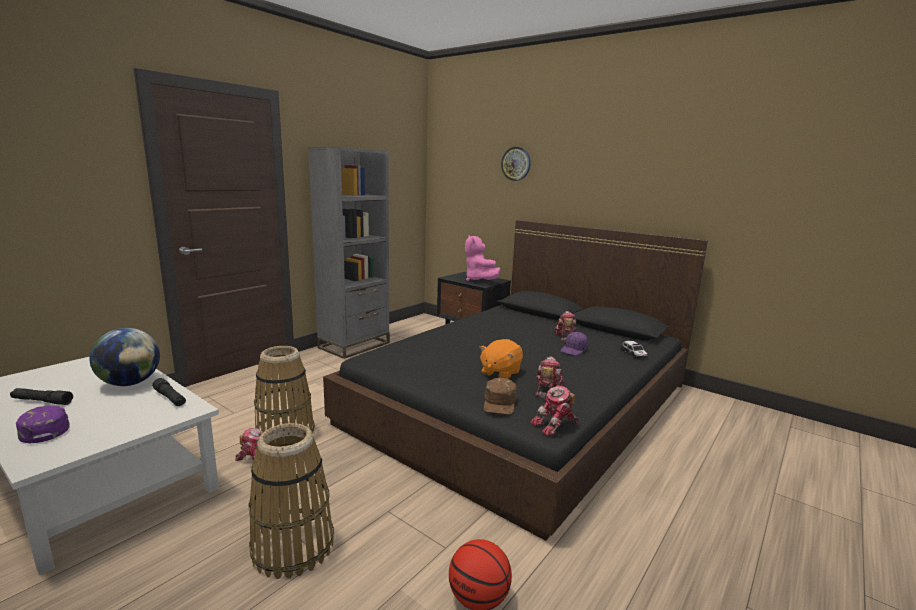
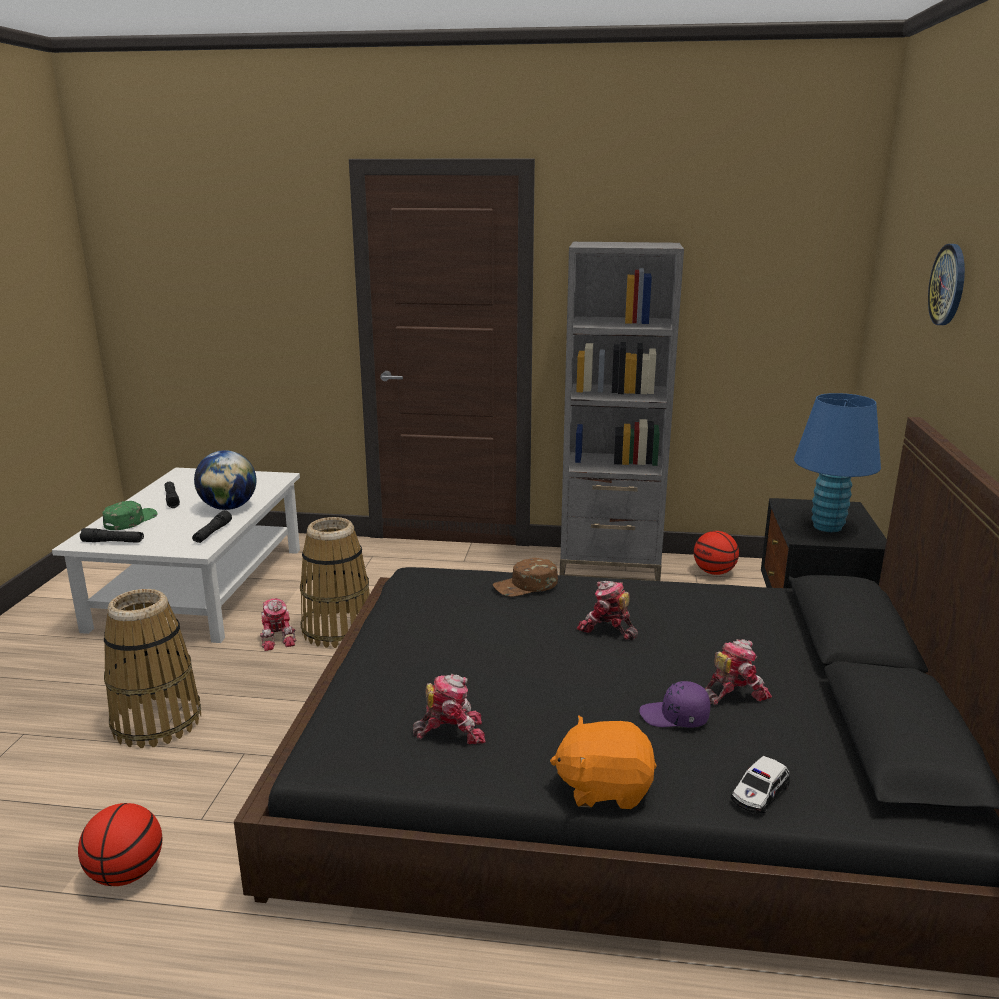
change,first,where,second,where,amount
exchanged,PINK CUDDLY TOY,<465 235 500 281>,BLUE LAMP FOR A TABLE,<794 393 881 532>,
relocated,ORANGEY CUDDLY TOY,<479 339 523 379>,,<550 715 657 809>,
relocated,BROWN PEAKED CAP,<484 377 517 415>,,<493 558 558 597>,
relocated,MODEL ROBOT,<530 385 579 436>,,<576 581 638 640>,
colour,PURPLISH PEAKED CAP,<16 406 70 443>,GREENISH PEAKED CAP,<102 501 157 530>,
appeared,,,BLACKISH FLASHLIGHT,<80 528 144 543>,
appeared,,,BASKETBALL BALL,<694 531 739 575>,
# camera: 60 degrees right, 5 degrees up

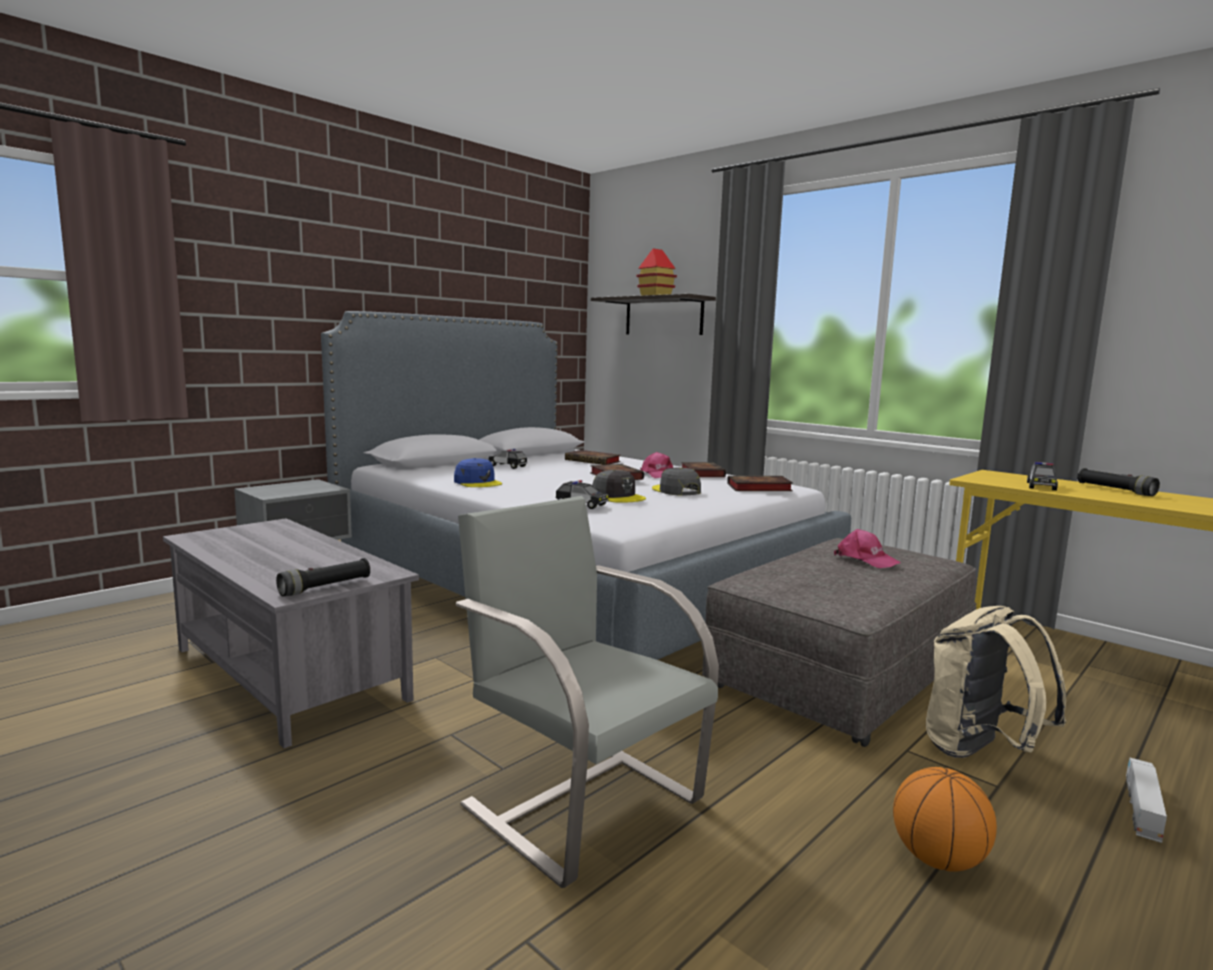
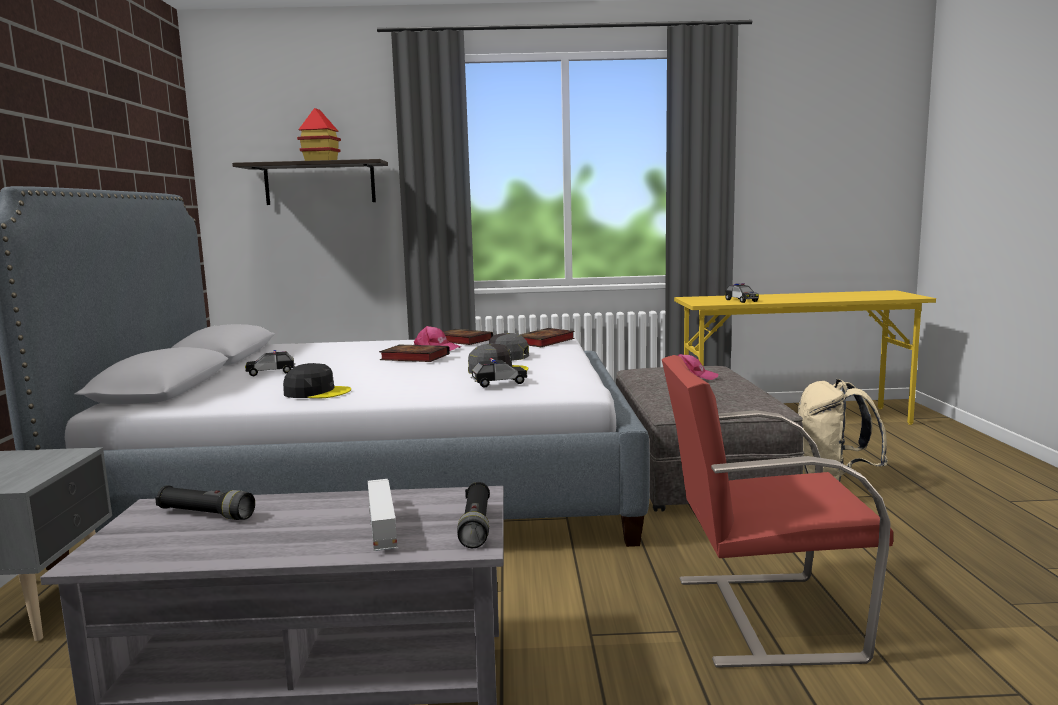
change,first,where,second,where,amount
missing,BOUND BOOK,<565 450 621 465>,,,
colour,BLUE PEAKED CAP,<454 458 502 487>,BLACKISH PEAKED CAP,<283 363 351 398>,
relocated,BLACKISH FLASHLIGHT,<1077 468 1160 496>,,<155 485 255 520>,
colour,GREYISH PLAIN CHAIR,<456 496 719 888>,REDDISH PLAIN CHAIR,<662 355 893 668>,
relocated,TOY TRUCK,<1126 758 1167 843>,,<368 479 397 551>,
missing,BASKETBALL BALL,<893 767 997 872>,,,
# camera: 45 degrees left, 0 degrees up

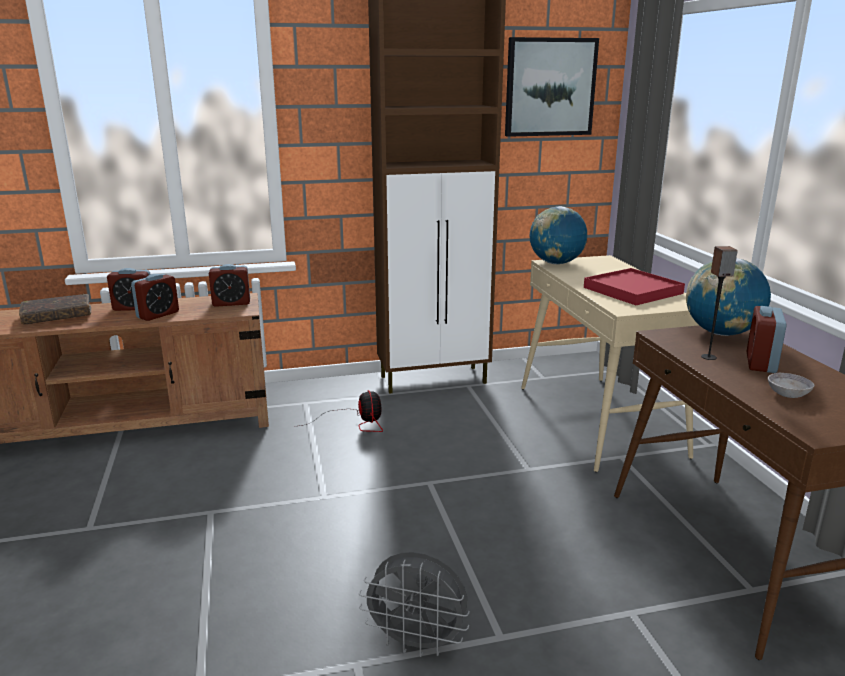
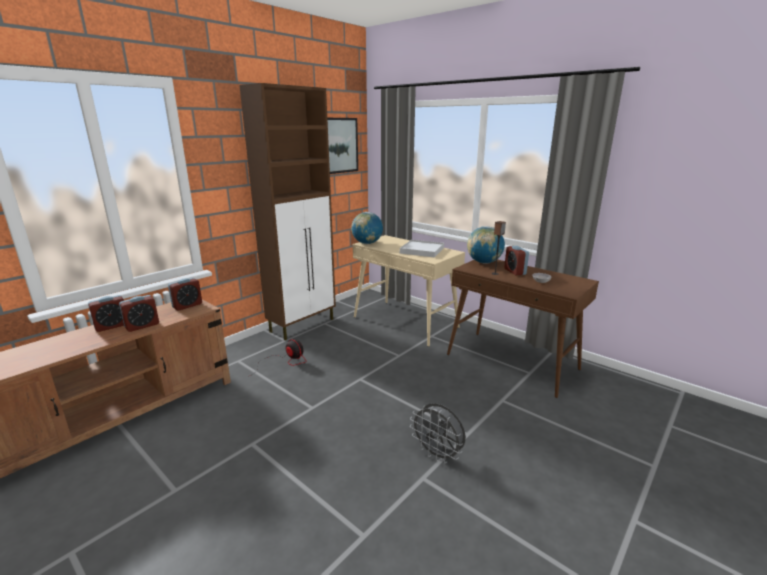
change,first,where,second,where,amount
colour,REDDISH CARRYING TRAY,<584 268 685 305>,WHITE-COLOURED CARRYING TRAY,<400 240 444 257>,
spun,ALARM CLOCK,<131 274 179 321>,,<119 295 159 332>,45 degrees clockwise
missing,BROWN BOUND BOOK,<19 294 91 324>,,,
spun,GREYISH ELECTRIC FAN,<359 552 470 657>,,<410 403 466 463>,60 degrees clockwise
# camera: 35 degrees left, 0 degrees up

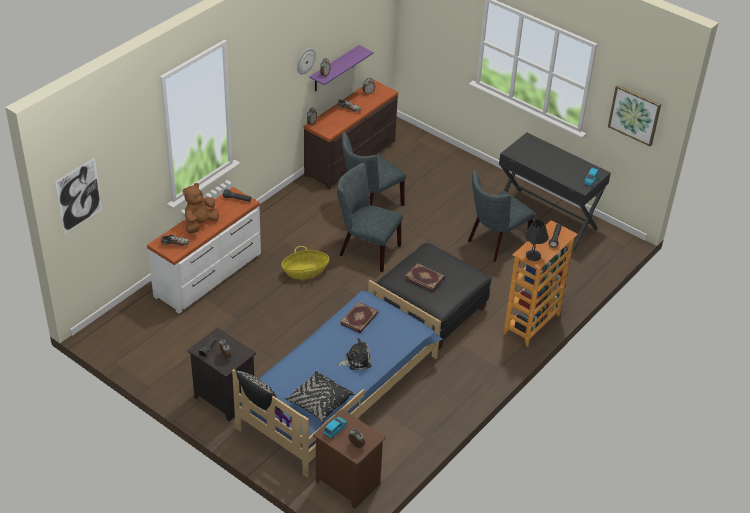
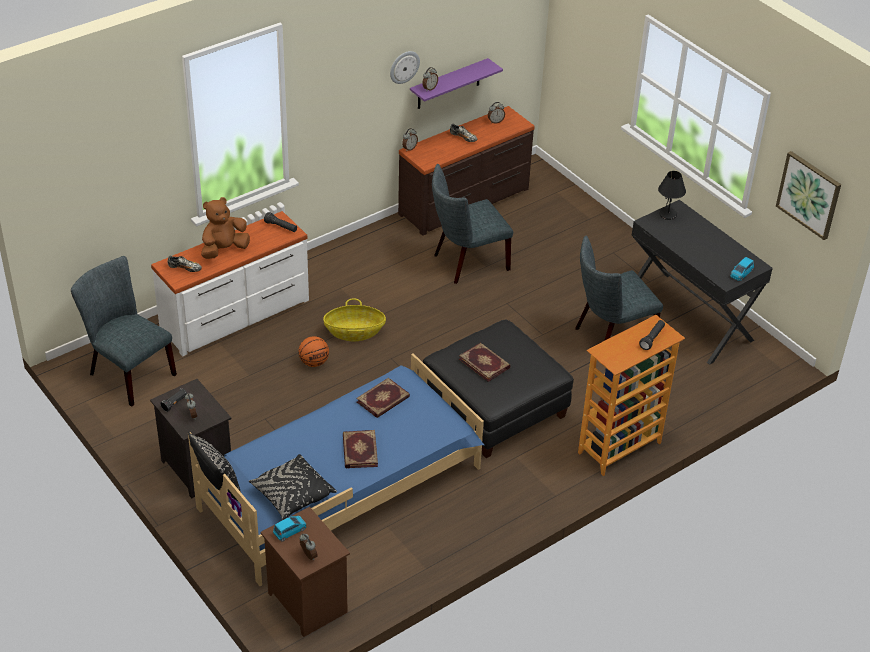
change,first,where,second,where,amount
missing,WALL PICTURE,<55 158 102 234>,,,
relocated,GREYISH PLAIN CHAIR,<337 162 403 272>,,<71 256 177 407>,
relocated,BLACKISH LAMP FOR A TABLE,<525 220 549 261>,,<658 171 686 220>,
exchanged,CUDDLY TOY,<338 338 371 370>,BOUND BOOK,<343 430 378 468>,
appeared,,,BASKETBALL BALL,<299 336 329 367>,
# camera: 15 degrees right, 0 degrees up

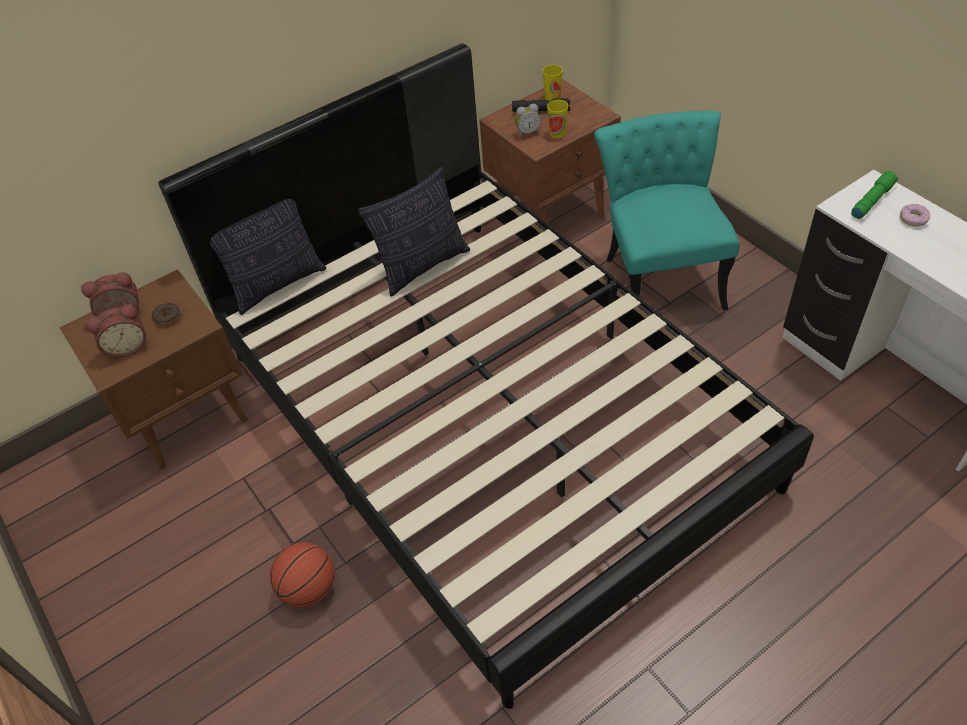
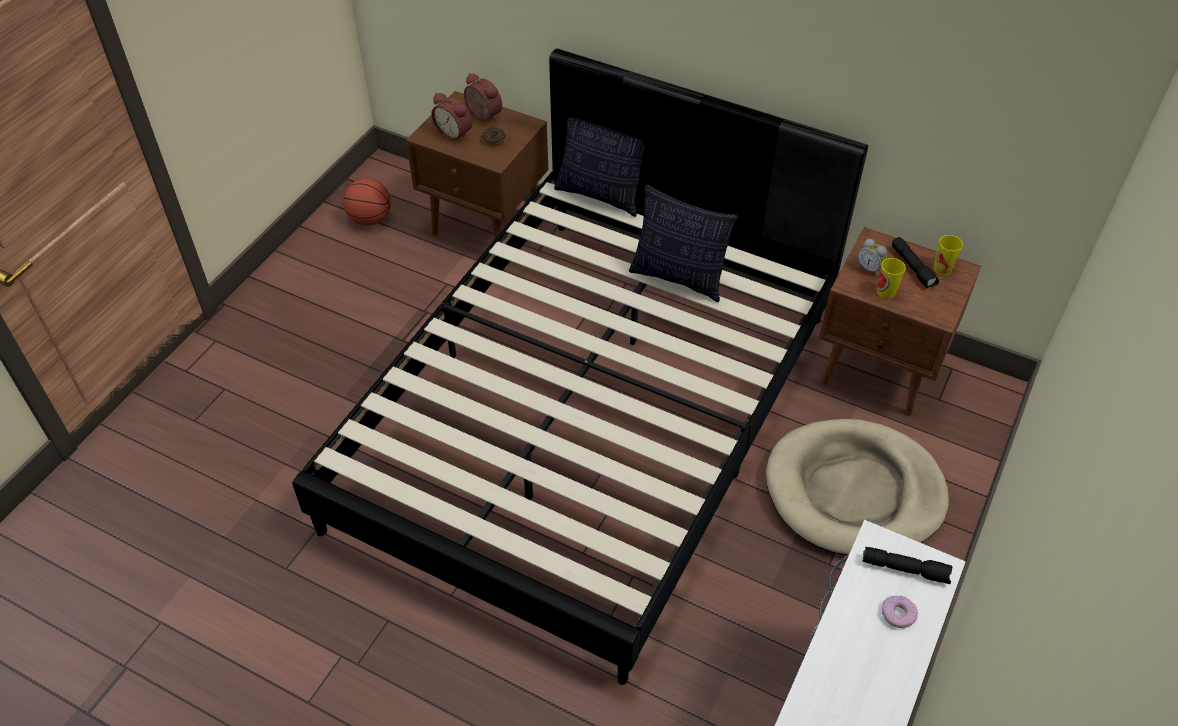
change,first,where,second,where,amount
exchanged,TURQUOISE-COLOURED PLAIN CHAIR,<594 111 740 310>,SAND-COLOURED DOG BED,<766 419 949 556>,
colour,GREENISH FLASHLIGHT,<851 171 898 219>,BLACKISH FLASHLIGHT,<862 547 953 584>,
relocated,BASKETBALL BALL,<270 542 335 607>,,<343 178 391 226>,
# camera: 60 degrees right, 0 degrees up

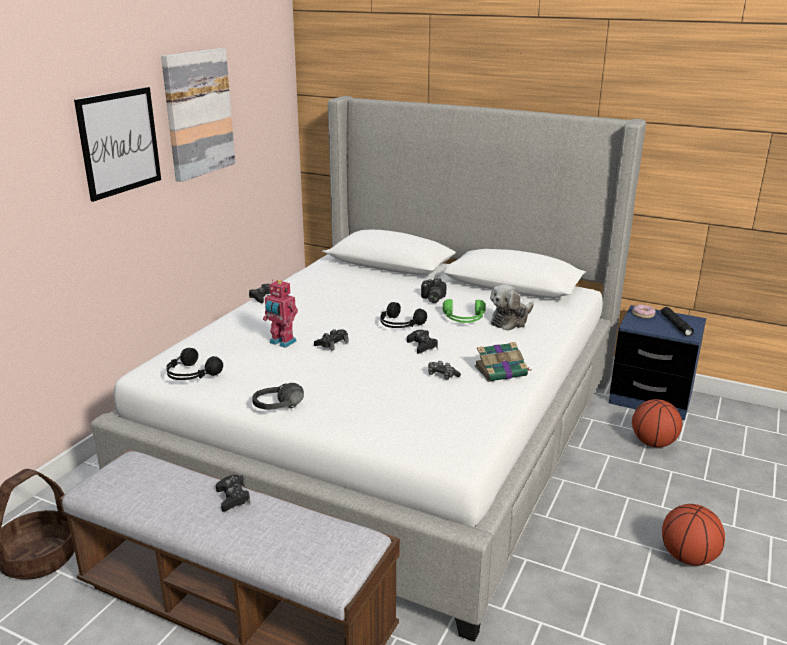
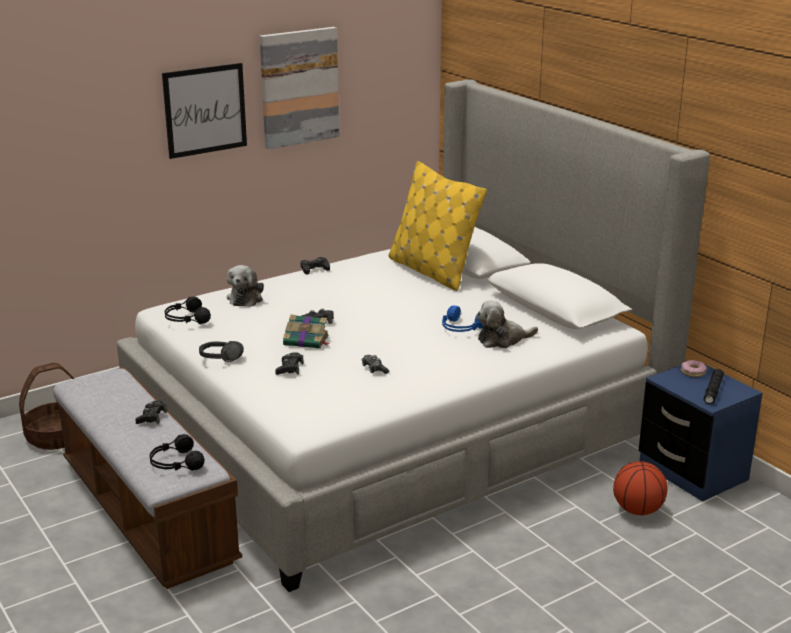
change,first,where,second,where,amount
missing,STILL CAMERA,<421 277 447 303>,,,
missing,MODEL ROBOT,<263 279 298 348>,,,
colour,GREENISH PAIR OF HEADPHONES,<443 299 486 323>,BLUE PAIR OF HEADPHONES,<442 305 483 332>,
relocated,BLACKISH PAIR OF HEADPHONES,<380 302 427 328>,,<150 434 205 471>,
relocated,BLACKISH JOYPAD,<407 330 438 354>,,<275 352 304 375>,
relocated,BOUND BOOK,<475 342 531 382>,,<283 315 329 349>,
missing,BASKETBALL BALL,<662 504 725 566>,,,
appeared,,,YELLOW PILLOW,<388 161 487 291>,
appeared,,,CUDDLY TOY,<227 265 264 307>,
# camera: 30 degrees right, 0 degrees up

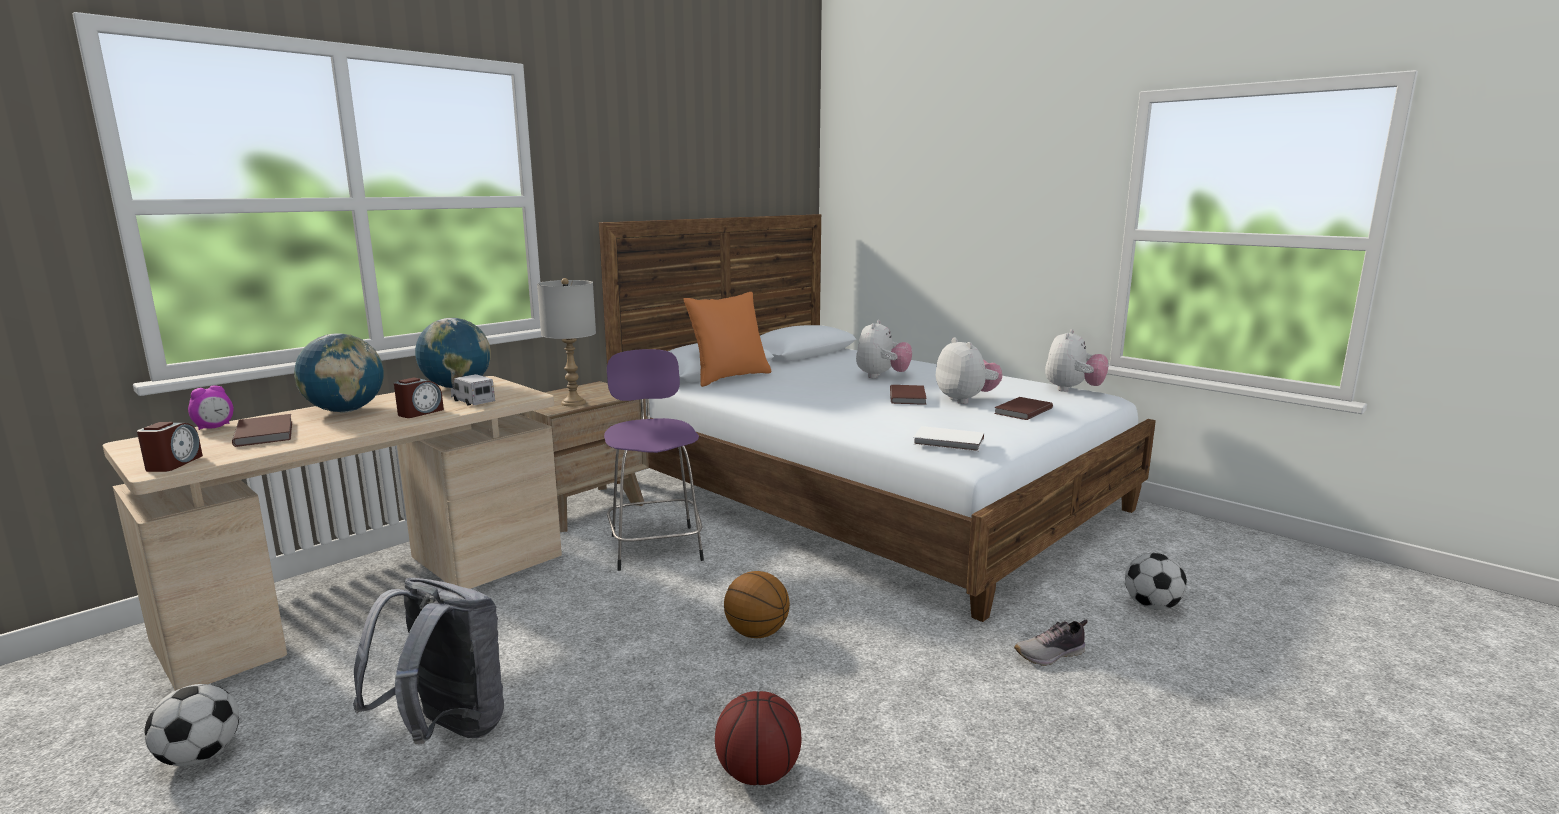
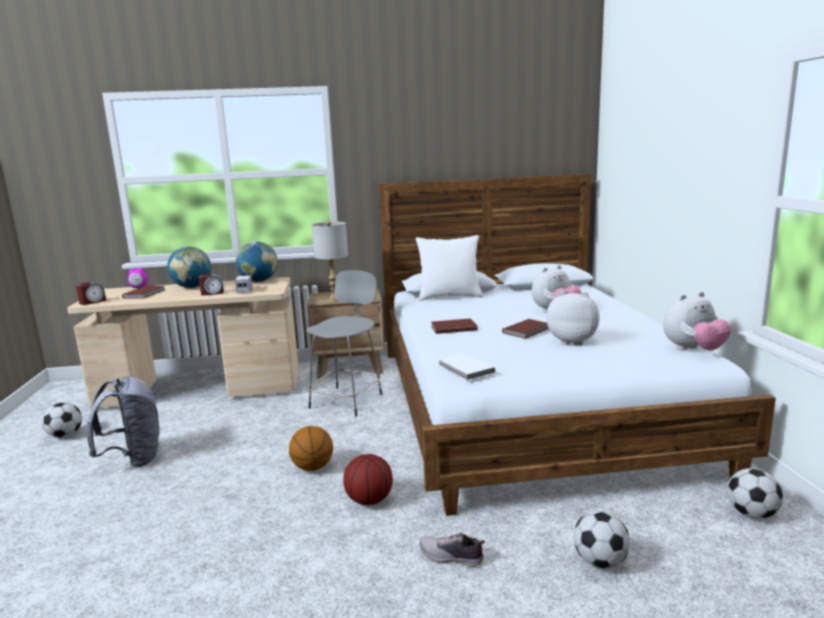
change,first,where,second,where,amount
colour,ORANGEY PILLOW,<683 292 771 387>,WHITE-COLOURED PILLOW,<416 235 483 301>,
spun,CUDDLY TOY,<936 338 1002 404>,,<546 291 600 346>,90 degrees counterclockwise
colour,PURPLISH STOOL SEAT,<604 349 704 571>,GREYISH STOOL SEAT,<307 270 382 417>,
relocated,BROWN BOUND BOOK,<994 397 1053 420>,,<431 318 478 334>,
relocated,BASKETBALL BALL,<715 691 801 785>,,<343 454 393 505>,
appeared,,,BALL FOR FOOTBALL,<727 468 783 519>,
# camera: 40 degrees right, 0 degrees up

